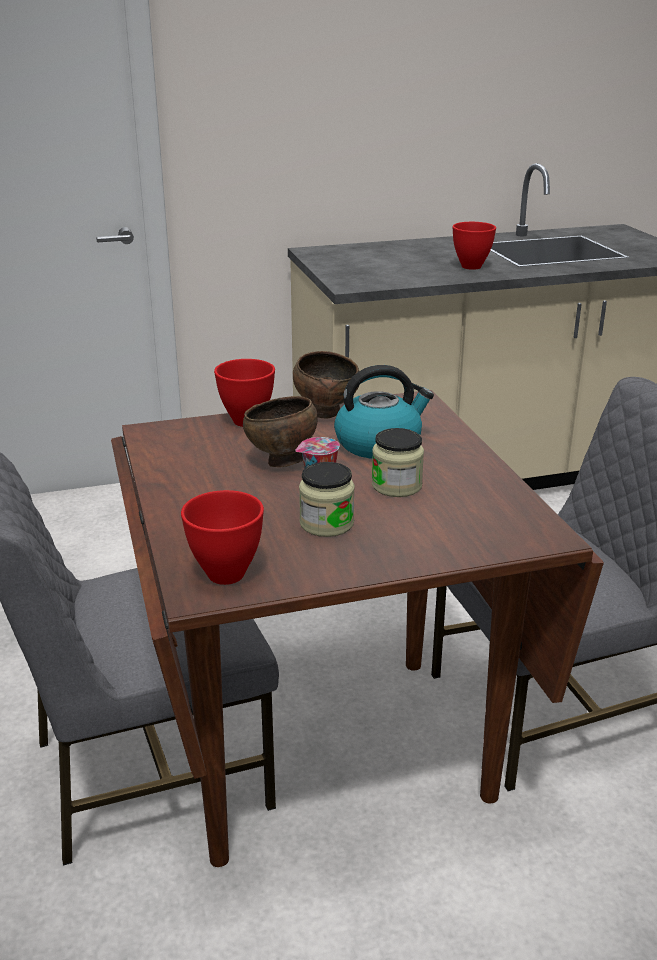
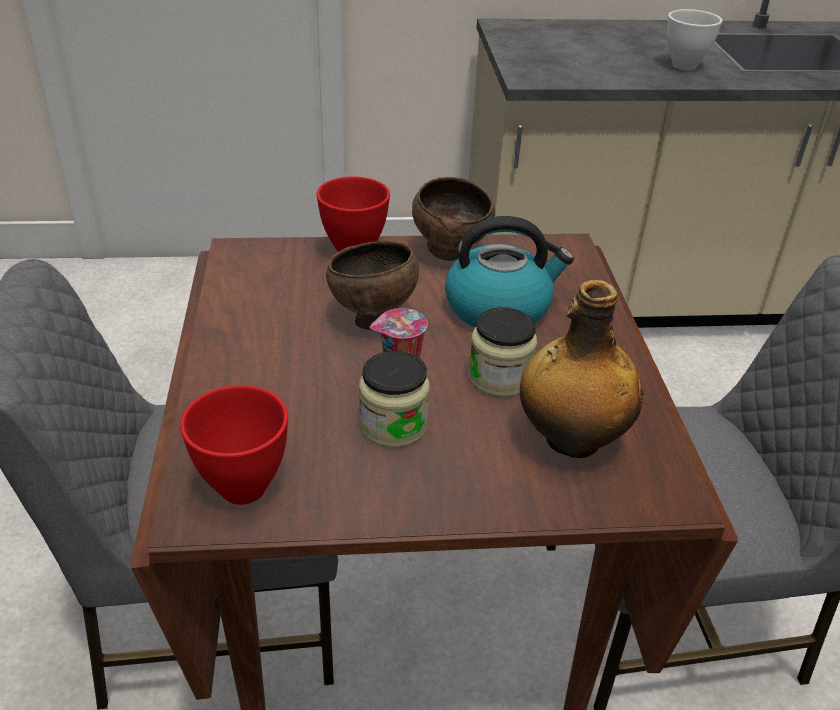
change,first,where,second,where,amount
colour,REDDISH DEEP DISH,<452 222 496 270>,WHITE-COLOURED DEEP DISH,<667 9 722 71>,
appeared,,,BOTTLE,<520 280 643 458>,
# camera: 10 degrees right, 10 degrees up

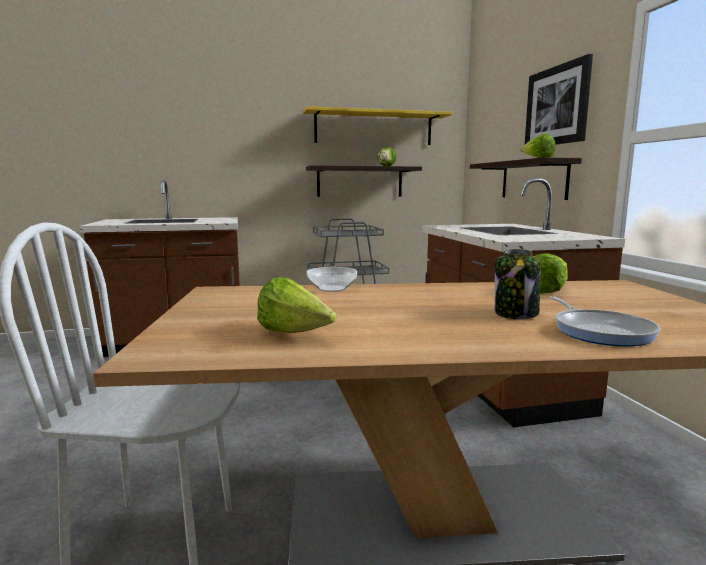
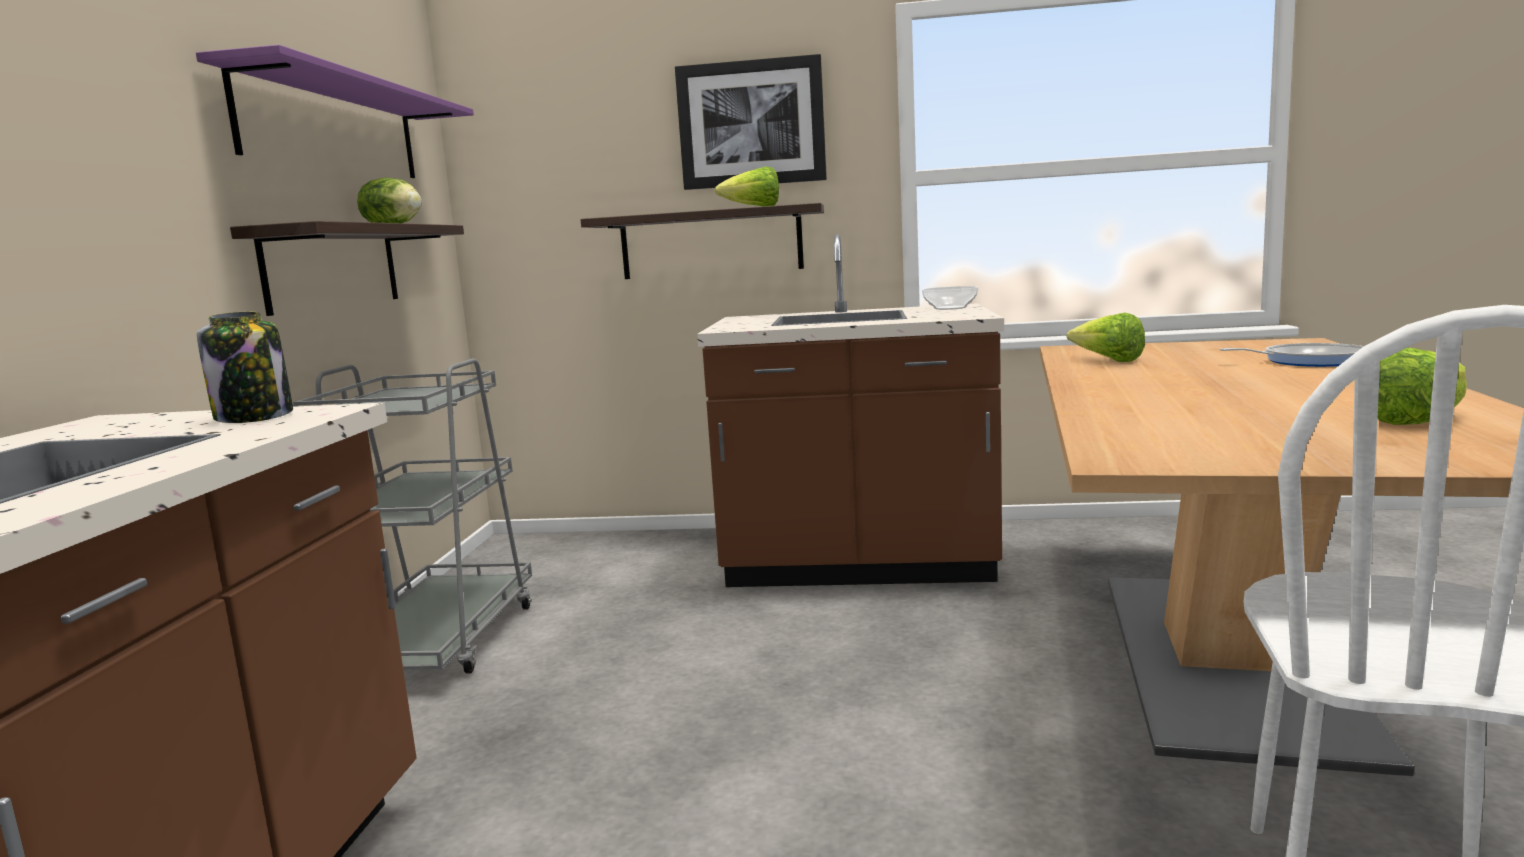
change,first,where,second,where,amount
colour,YELLOW SHELF,<303 106 452 145>,PURPLISH SHELF,<196 45 474 178>,
relocated,PRESERVE JAR,<495 249 540 319>,,<197 311 293 423>,
relocated,DEEP DISH,<307 267 357 292>,,<922 286 978 310>,
# camera: 70 degrees left, 0 degrees up

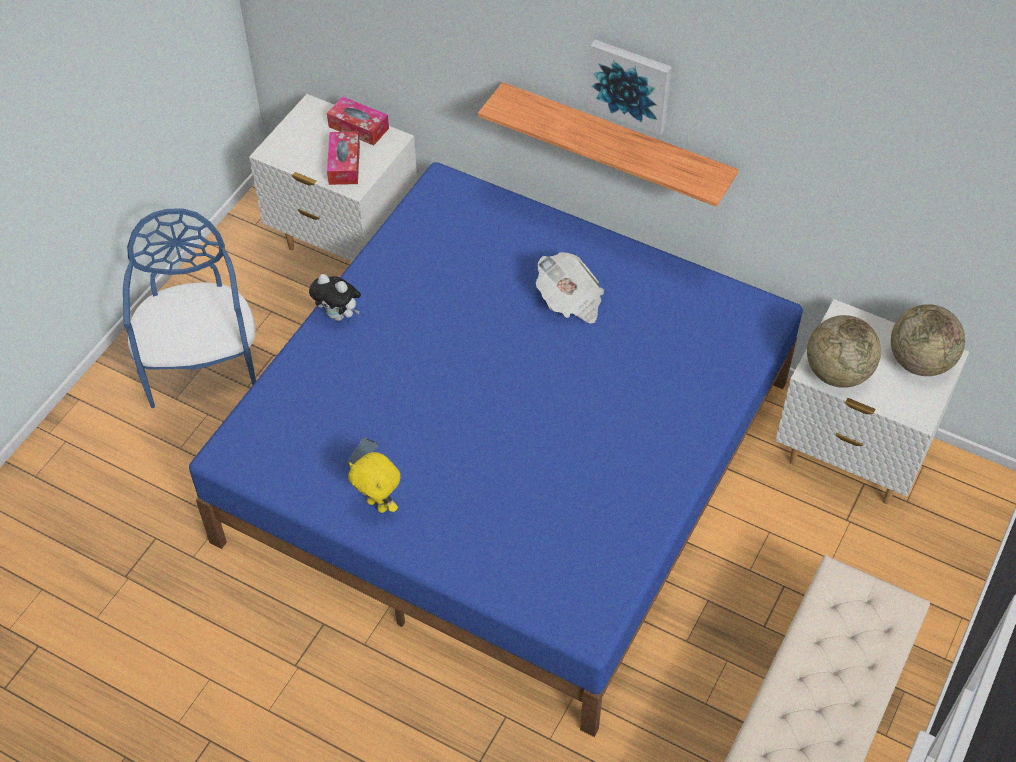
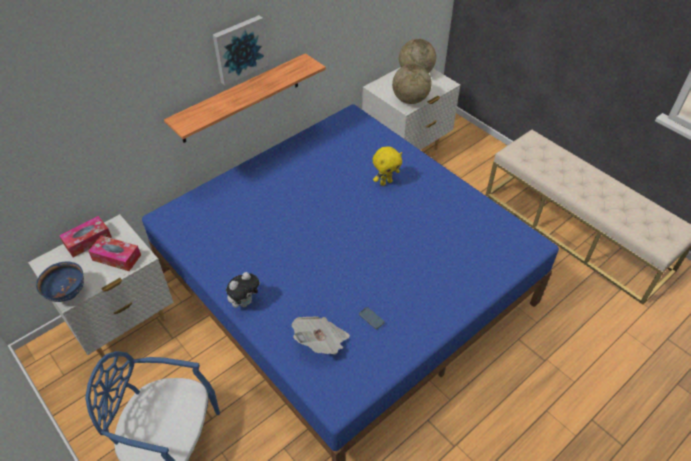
change,first,where,second,where,amount
relocated,PRINTED PAPER,<536 252 604 324>,,<291 316 350 354>,
relocated,YELLOW CUDDLY TOY,<348 452 401 513>,,<373 146 402 186>,
appeared,,,BLUE DEEP DISH,<36 262 84 302>,
# camera: 70 degrees left, 5 degrees down

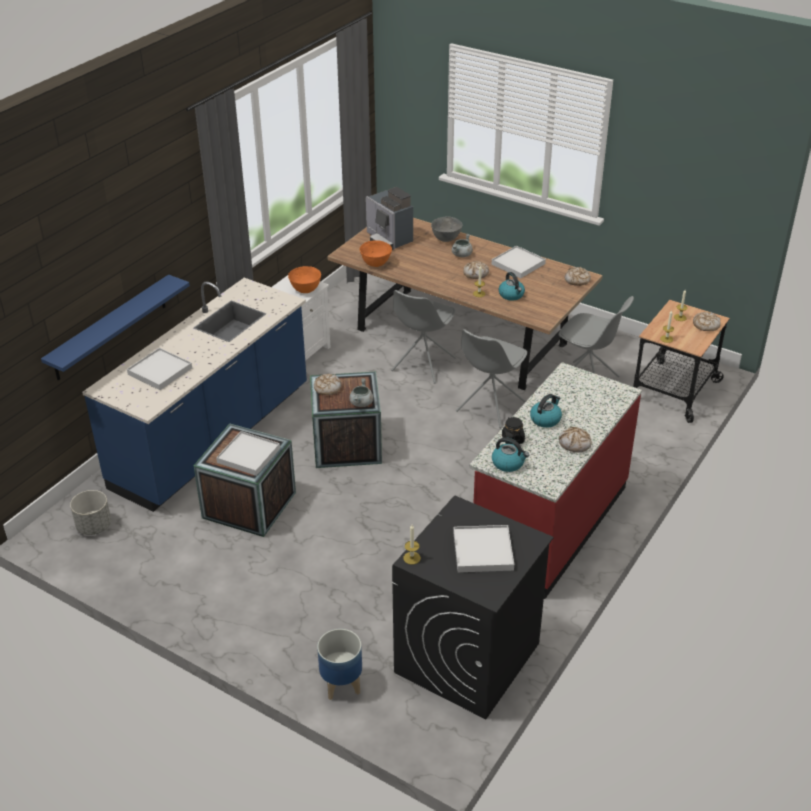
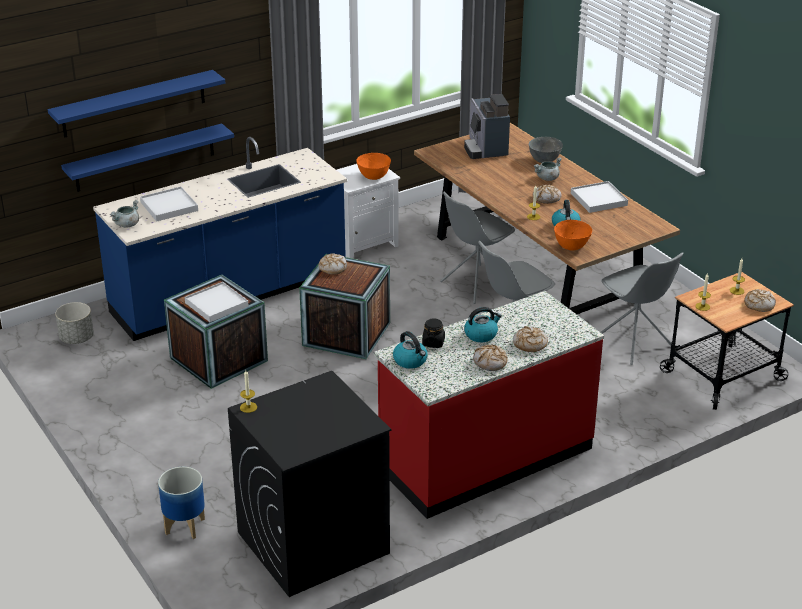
change,first,where,second,where,amount
relocated,ORANGEY DEEP DISH,<360 240 392 267>,,<554 220 592 251>,
relocated,BREAD,<564 267 591 286>,,<513 326 548 352>,
relocated,GREYISH STOCKPOT,<349 378 373 407>,,<110 200 139 228>,
missing,WHITE-COLOURED CARRYING TRAY,<453 525 514 572>,,,
appeared,,,BLUE SHELF,<48 70 225 138>,
# camera: 25 degrees right, 5 degrees down

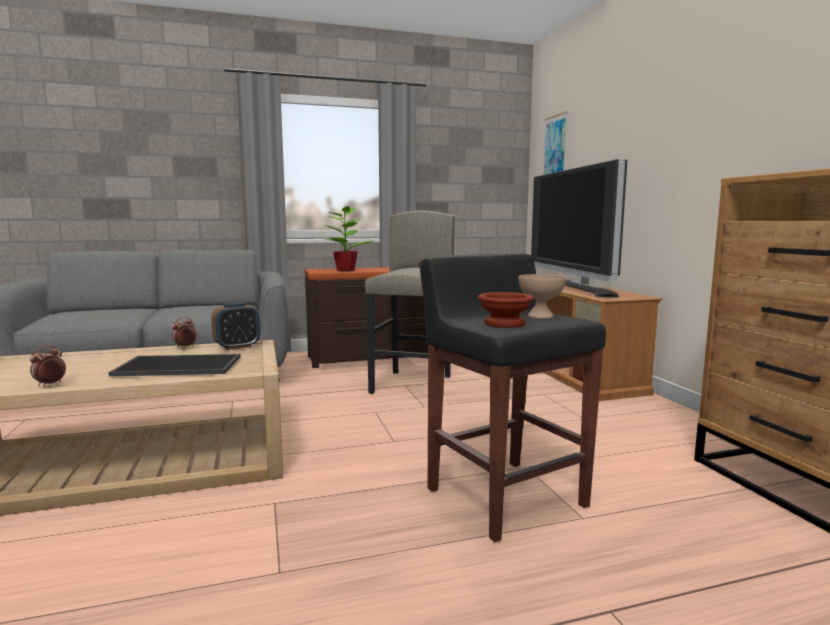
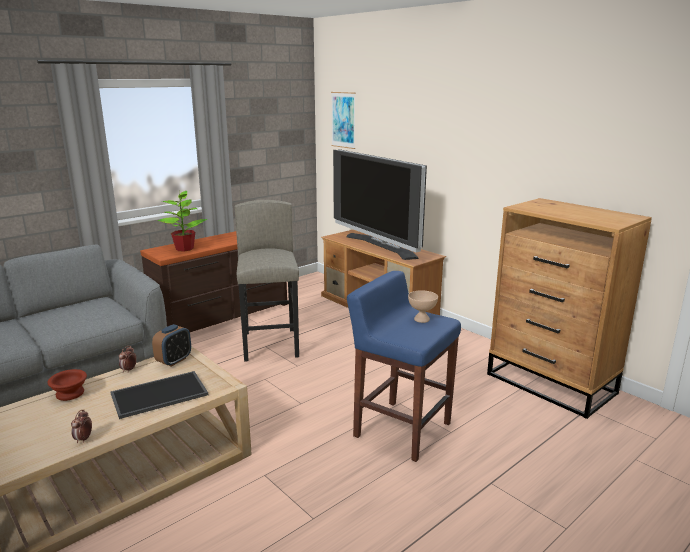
change,first,where,second,where,amount
colour,BLACKISH STOOL SEAT,<419 253 606 542>,BLUE STOOL SEAT,<347 271 461 462>,
relocated,BROWN DEEP DISH,<478 292 534 328>,,<48 369 87 401>,
# camera: 25 degrees left, 10 degrees up

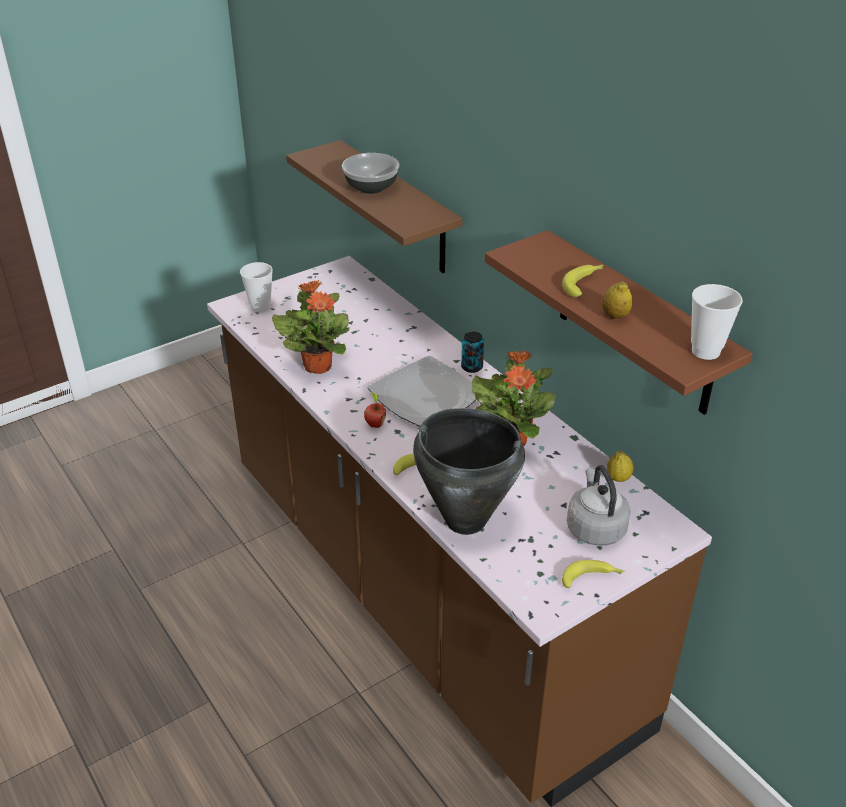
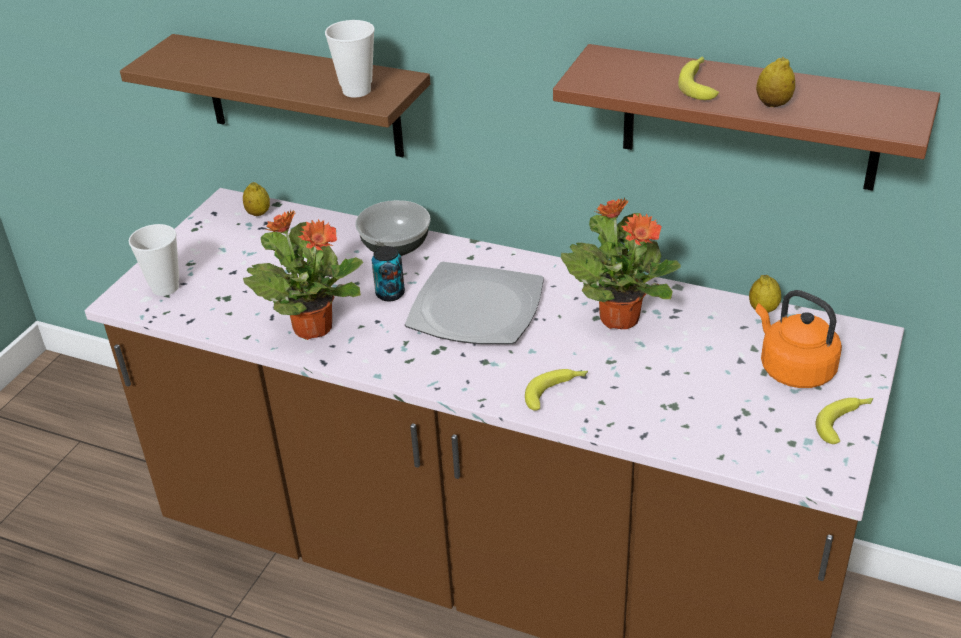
change,first,where,second,where,amount
relocated,DEEP DISH,<342 153 400 194>,,<355 200 431 256>,
relocated,CUP,<691 284 743 360>,,<325 20 375 98>,
relocated,SEALED CAN,<461 332 484 373>,,<372 246 405 301>,
missing,WHOLE APPLE,<364 392 386 428>,,,
missing,BLACKISH STOCKPOT,<413 408 525 535>,,,
colour,GREYISH TEA KETTLE,<567 465 631 546>,ORANGEY TEA KETTLE,<755 290 842 388>,
appeared,,,LEMON,<243 182 270 216>,
# camera: 30 degrees left, 0 degrees up

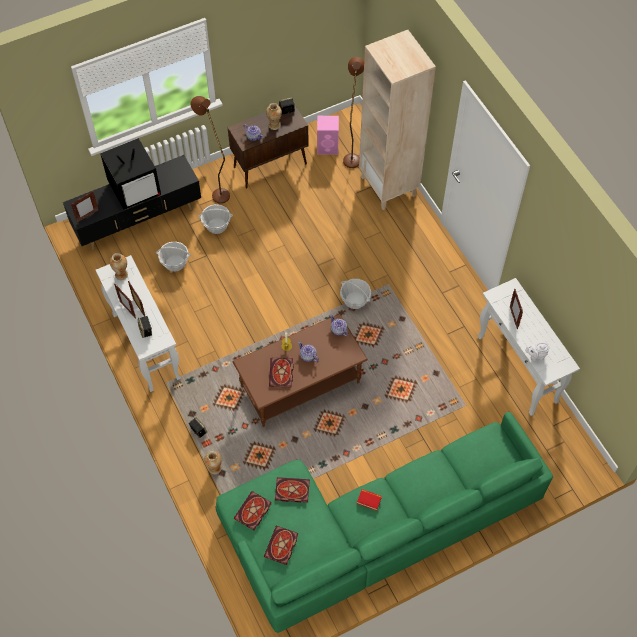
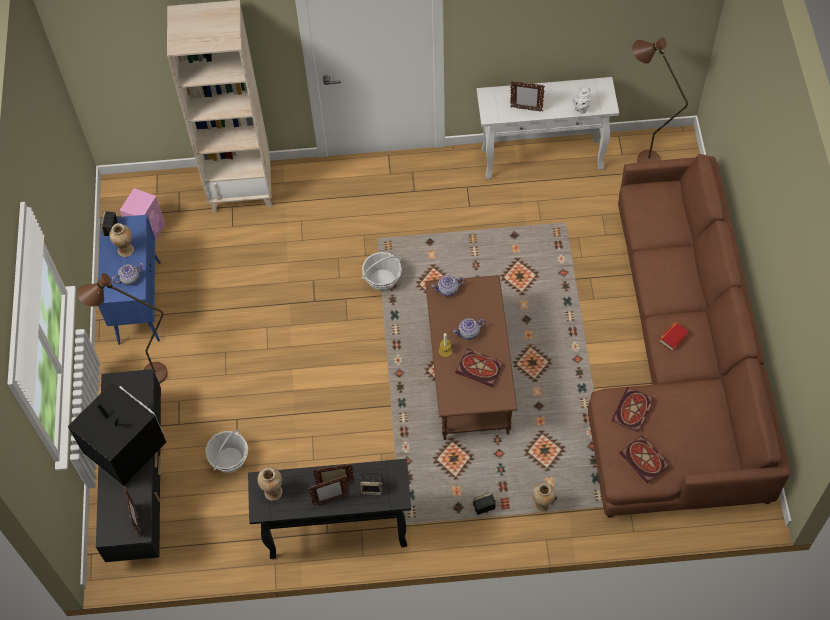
change,first,where,second,where,amount
relocated,BROWN STANDARD LAMP,<343 57 364 168>,,<632 37 688 163>,
colour,BROWN CABINET,<228 104 308 189>,BLUE CABINET,<98 215 161 345>,
spun,TELEVISION,<100 138 161 210>,,<68 382 166 486>,45 degrees counterclockwise
missing,STORAGE BASKET,<198 204 233 234>,,,
colour,WHITE-COLOURED NARROW TABLE,<96 255 181 392>,BLACKISH NARROW TABLE,<248 459 411 559>,
colour,GREENISH COUCH,<216 412 553 633>,BROWN COUCH,<588 154 790 518>,
missing,BOUND BOOK,<264 526 299 565>,,,
# camera: 65 degrees left, 0 degrees up

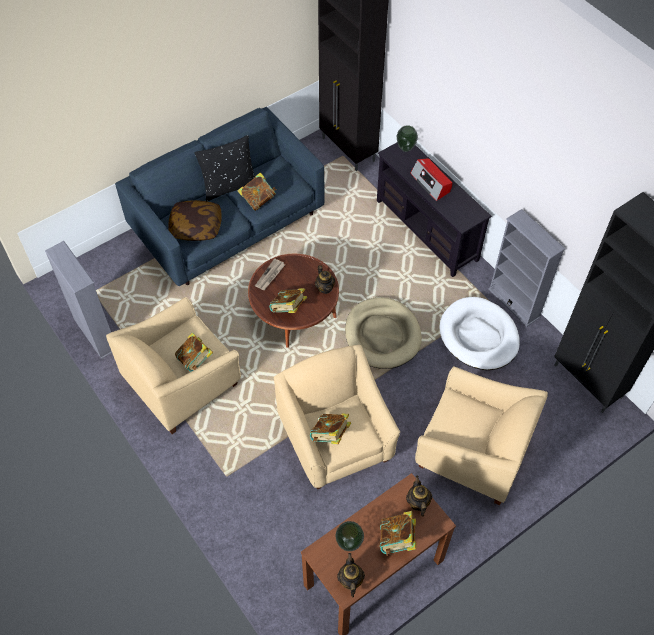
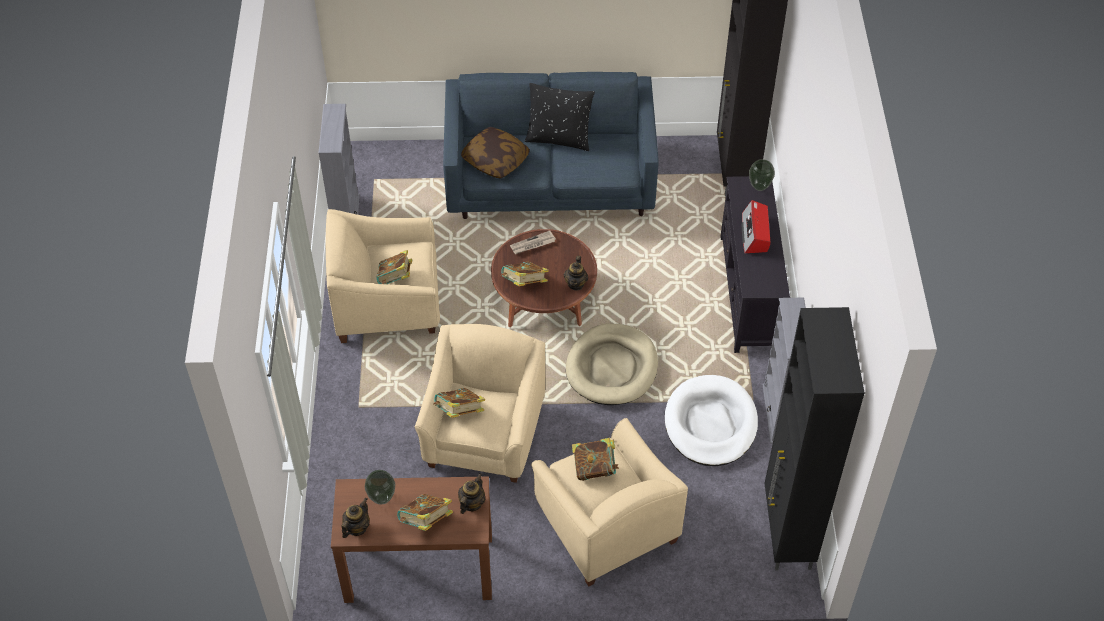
change,first,where,second,where,amount
relocated,BOUND BOOK,<237 172 277 211>,,<572 438 619 481>,
# camera: 35 degrees right, 5 degrees down

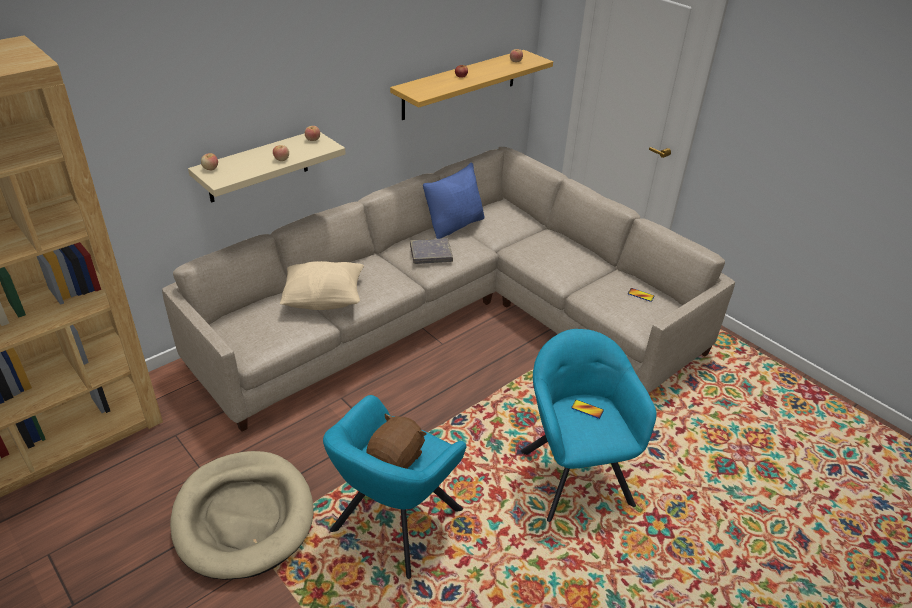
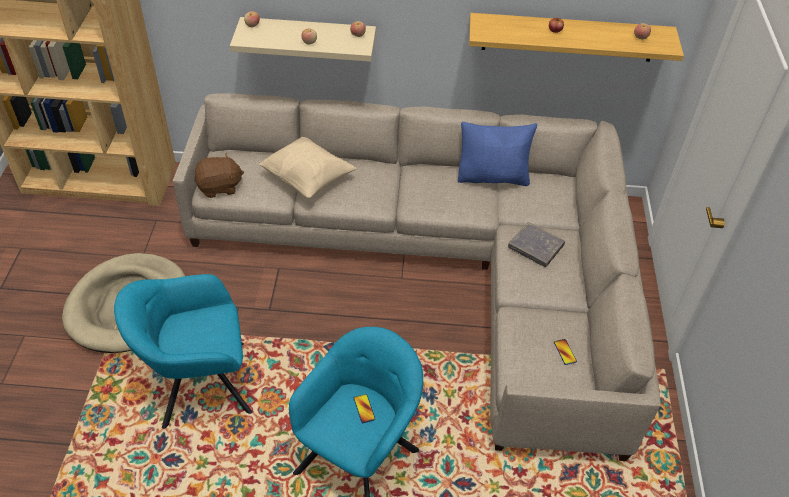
change,first,where,second,where,amount
relocated,GREYISH BOUND BOOK,<410 238 453 264>,,<508 222 565 267>,
relocated,BROWN CUDDLY TOY,<366 413 427 469>,,<194 153 244 198>,
# camera: 45 degrees right, 10 degrees up

